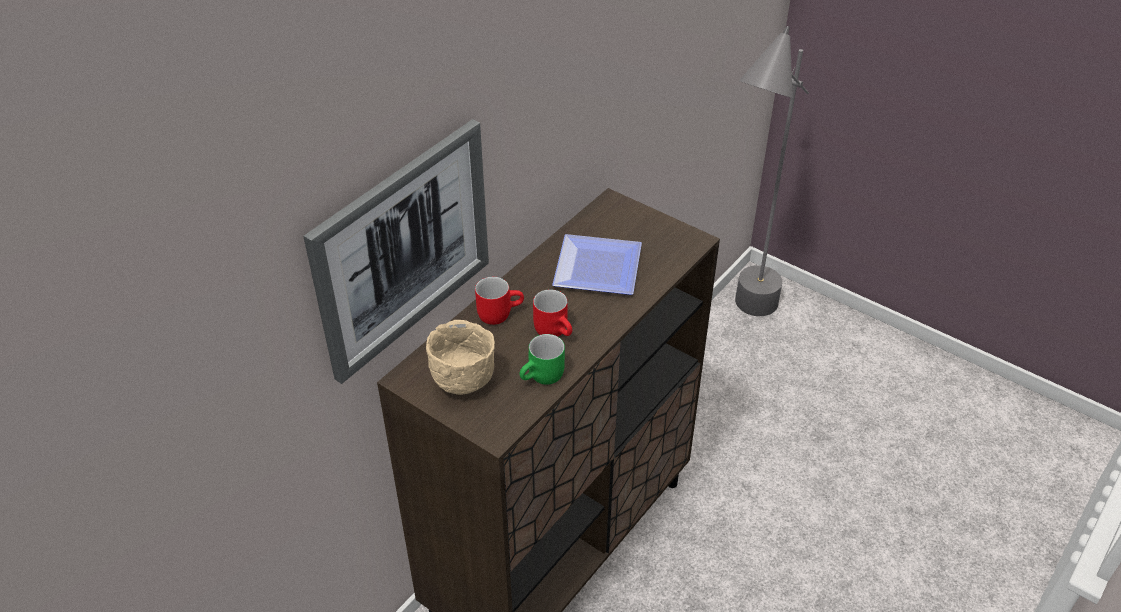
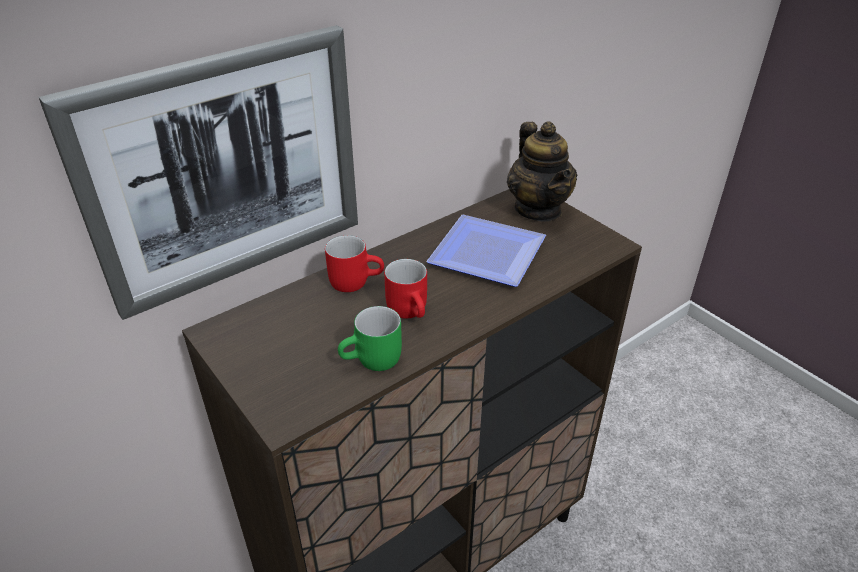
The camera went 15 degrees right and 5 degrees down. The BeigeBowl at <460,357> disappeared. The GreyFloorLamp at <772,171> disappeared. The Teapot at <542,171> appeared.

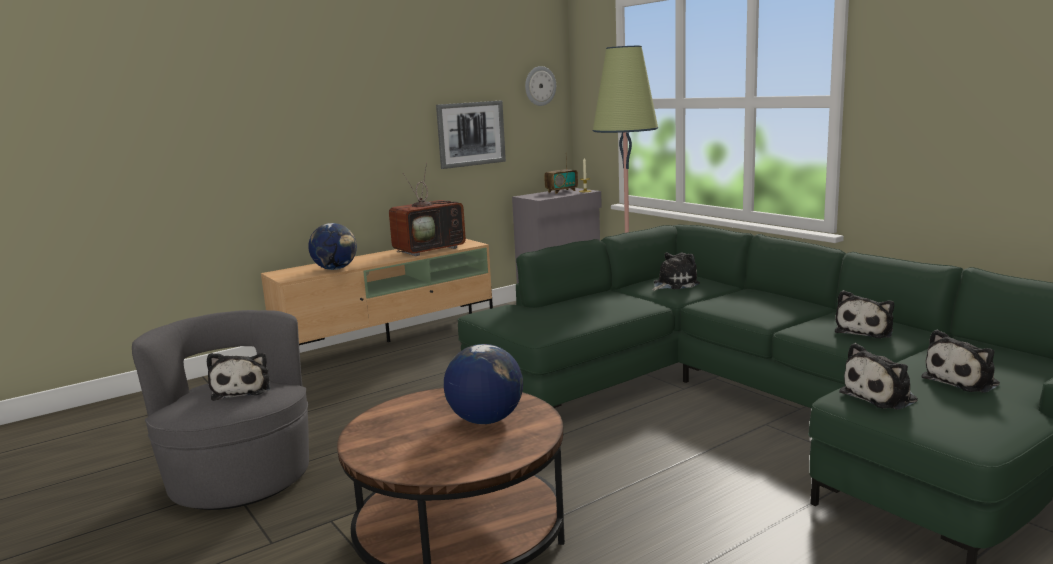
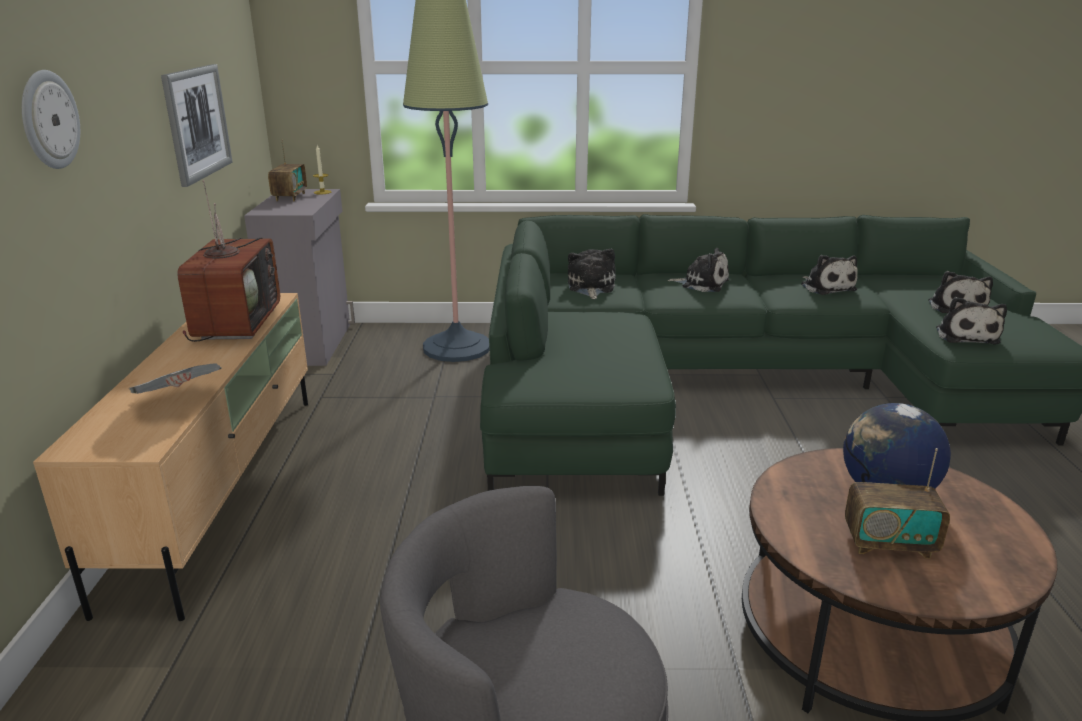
The camera went 55 degrees left and 10 degrees up. The PlushToy moved from <238,377> to <698,270>. The Globe at <332,246> was replaced by the Newspaper at <176,378>. The WallClock moved from <540,86> to <51,119>. The Radio at <897,503> appeared.

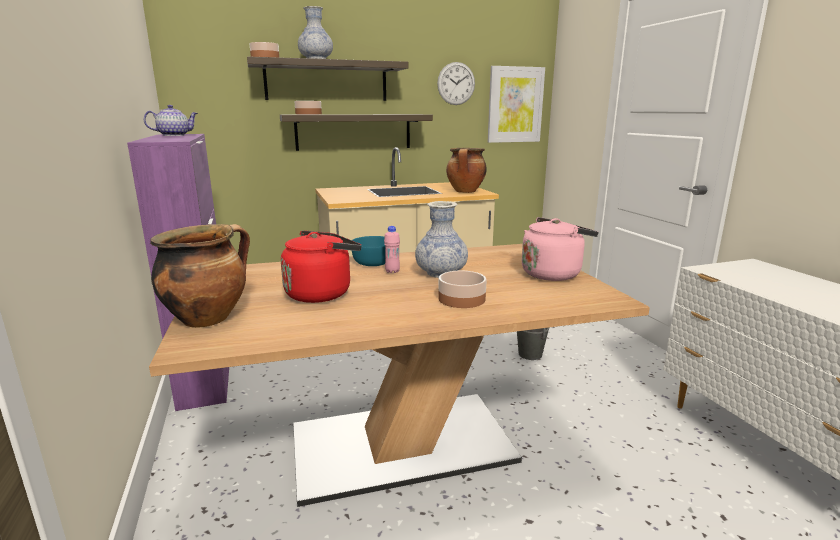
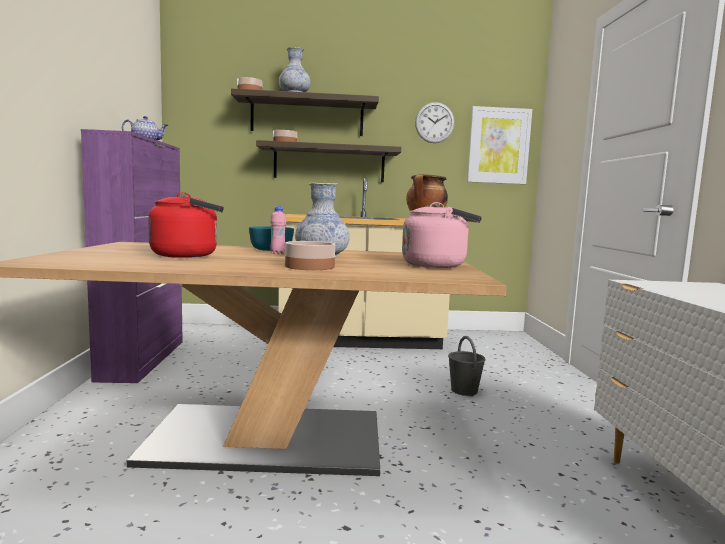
The camera went 15 degrees right and 10 degrees down. The CookingPot at <200,276> disappeared.

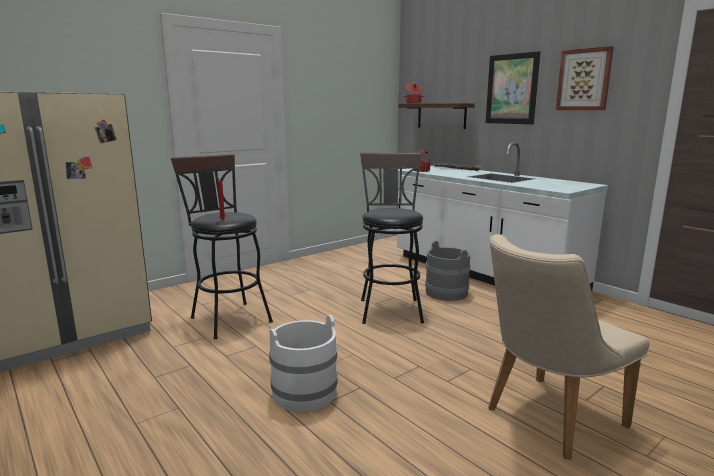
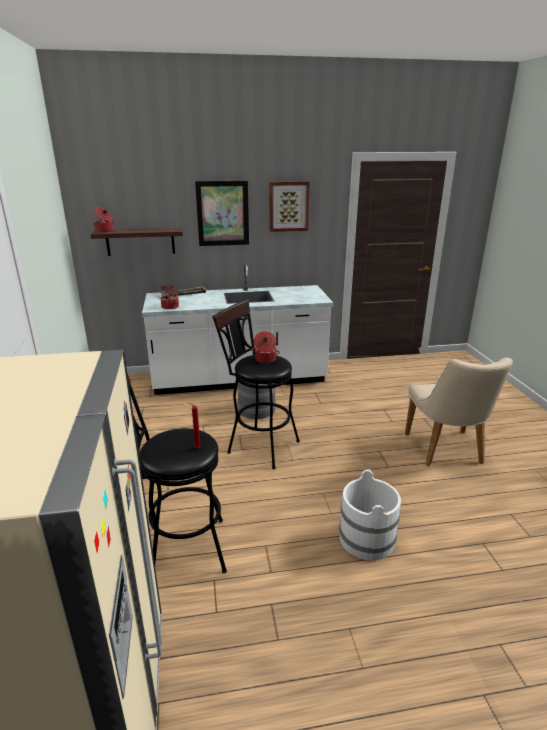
The camera went 60 degrees left and 10 degrees up. The CookingPot at <265,347> appeared.

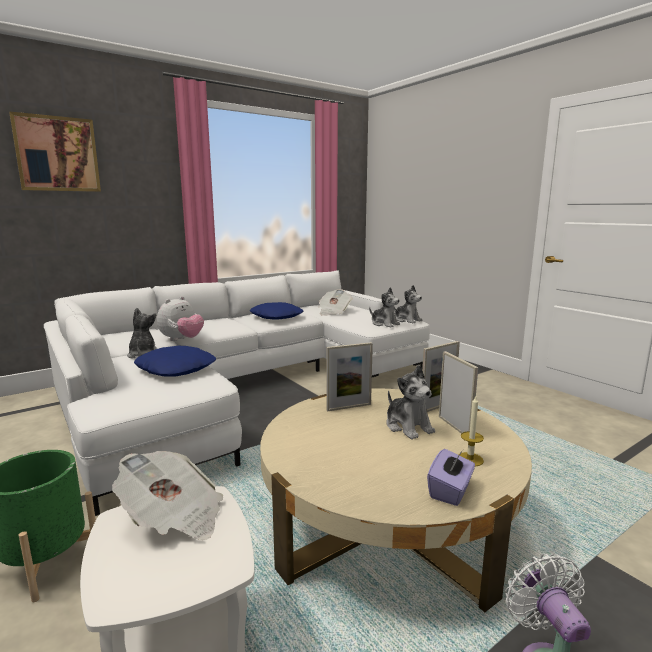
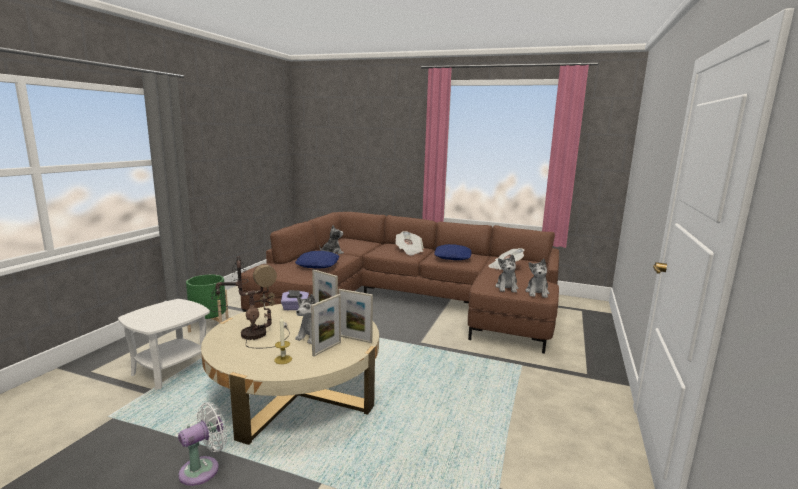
The camera went 55 degrees right and 0 degrees up. The Picture at <55,152> disappeared. The WhiteSofa at <237,393> became the BrownSofa at <400,283>. The Newspaper moved from <167,495> to <409,243>. The PlushToy at <180,318> disappeared. The PurpleTissueBox moved from <451,477> to <295,300>. The TableLamp at <250,302> appeared.

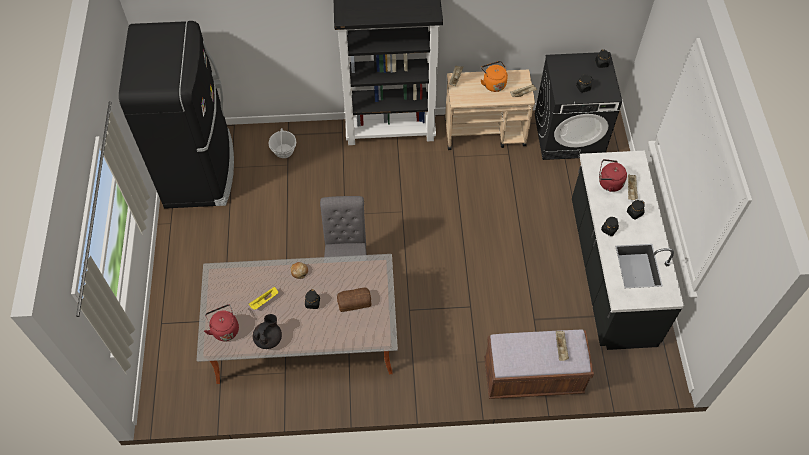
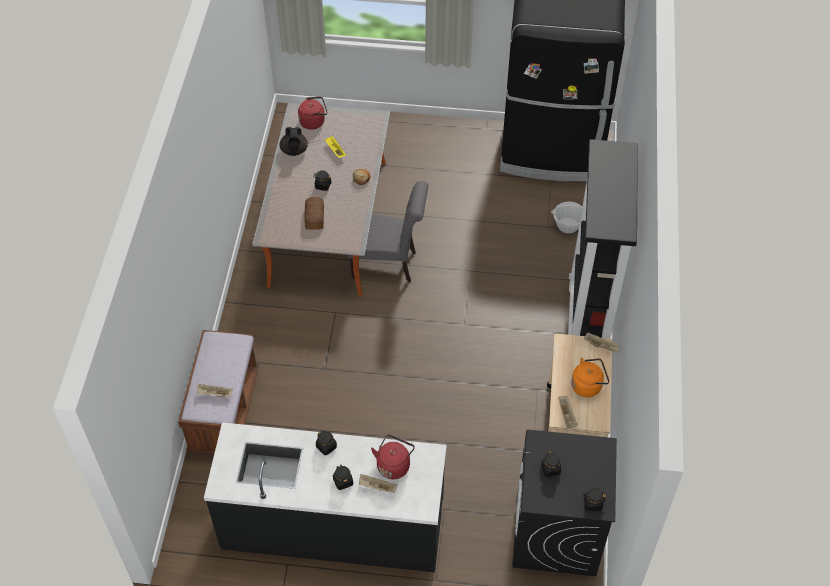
The camera went 100 degrees right and 5 degrees down. The BlackTeapot at <267,331> turned 45 degrees clockwise.

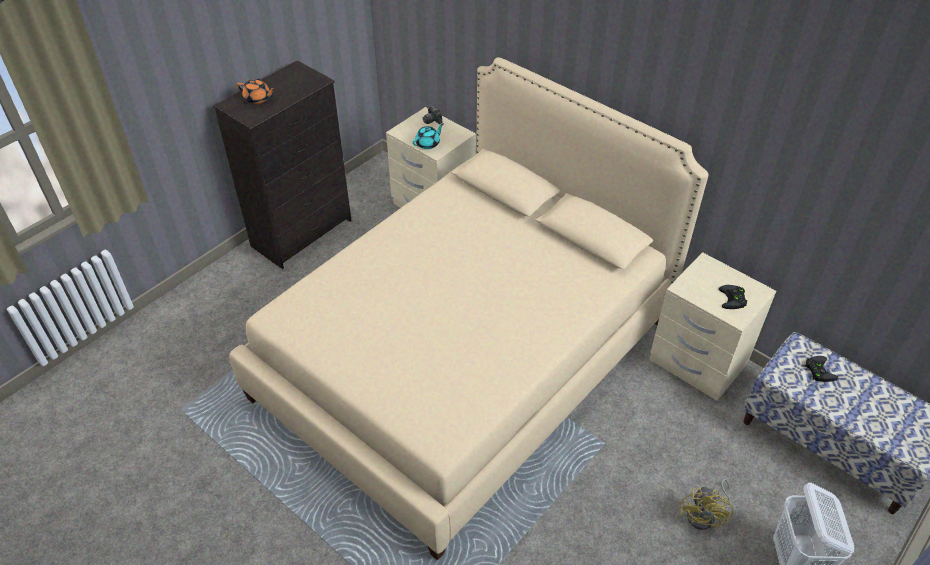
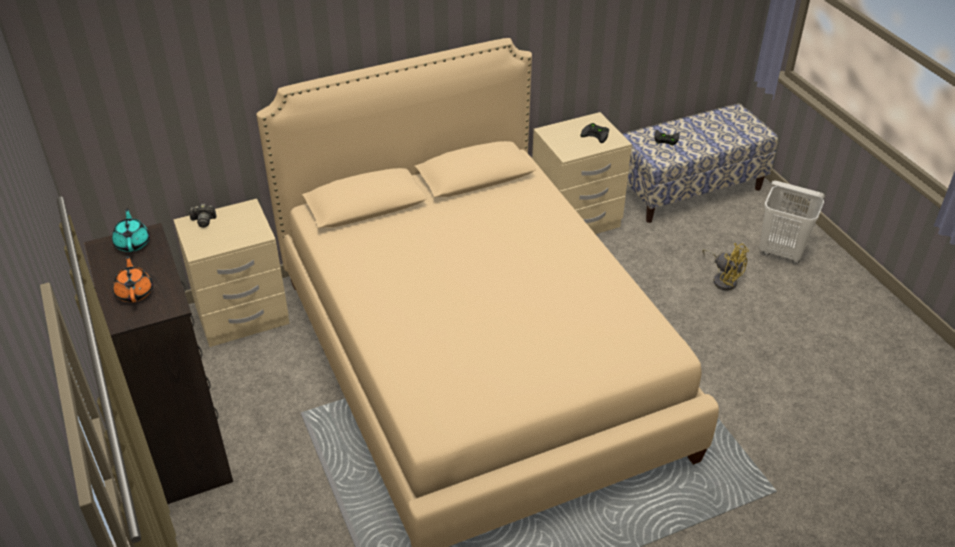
The camera went 65 degrees left and 5 degrees down. The OrangeTeapot at <256,91> turned 60 degrees counterclockwise. The TurquoiseTeapot moved from <428,136> to <131,230>.

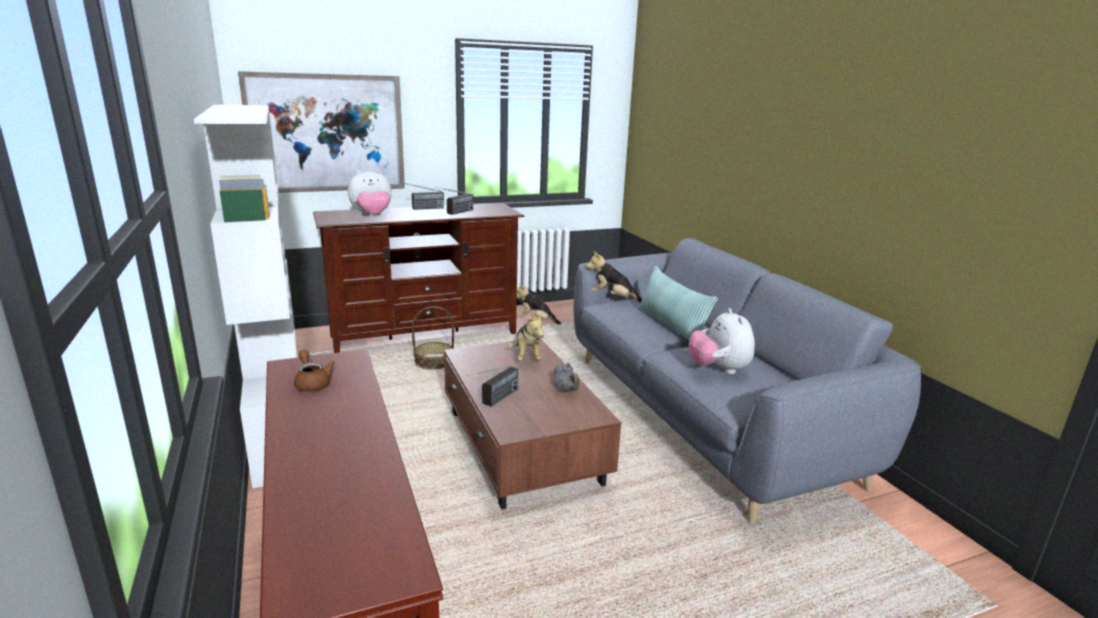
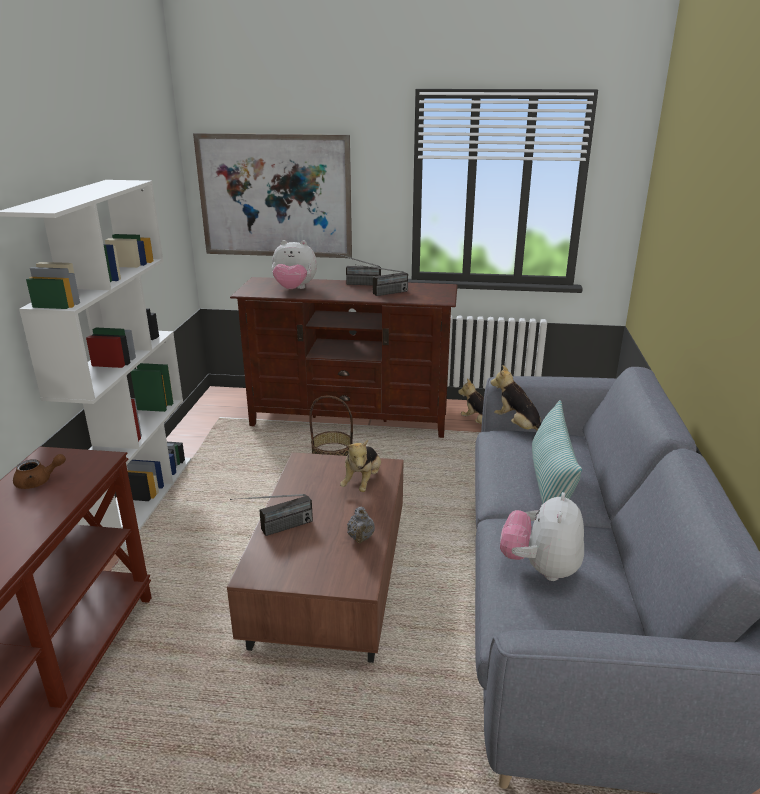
The camera went 30 degrees right and 5 degrees up. The BrownTeapot at <314,371> turned 75 degrees clockwise.

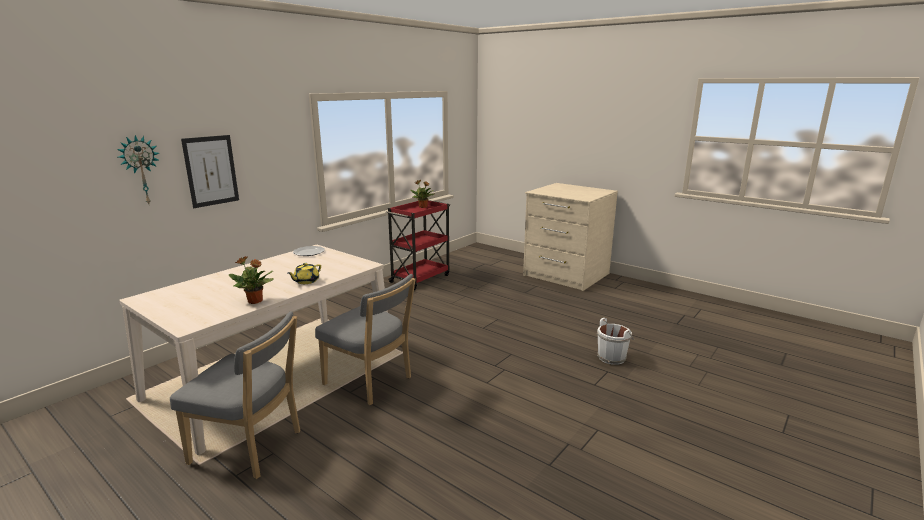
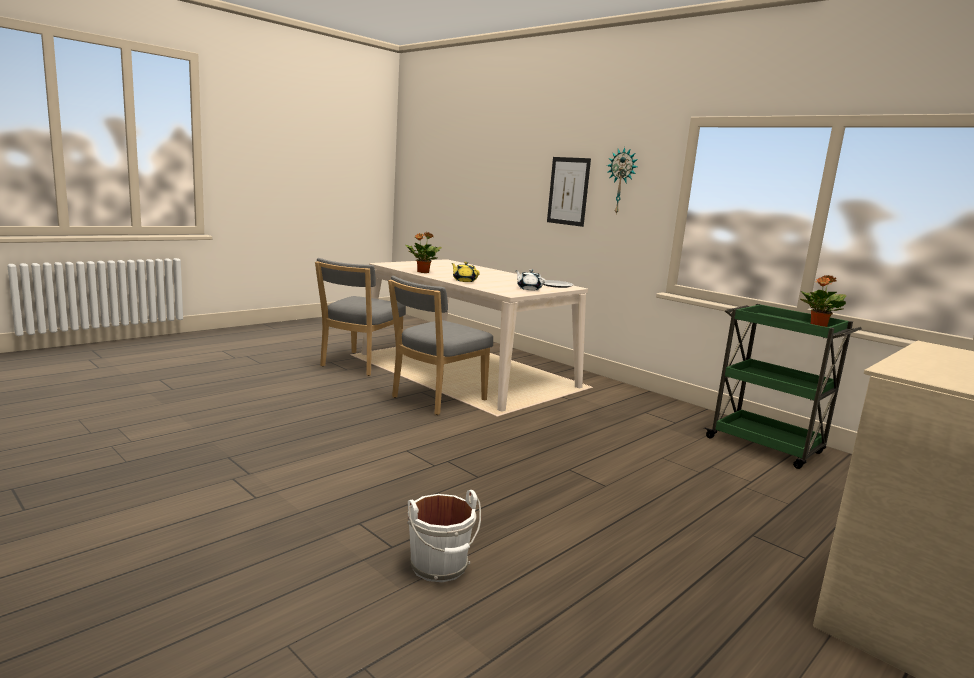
The camera went 95 degrees right and 5 degrees down. The WallClock moved from <138,169> to <622,180>. The RedCart at <418,245> became the GreenCart at <783,386>. The WhiteTeapot at <530,279> appeared.

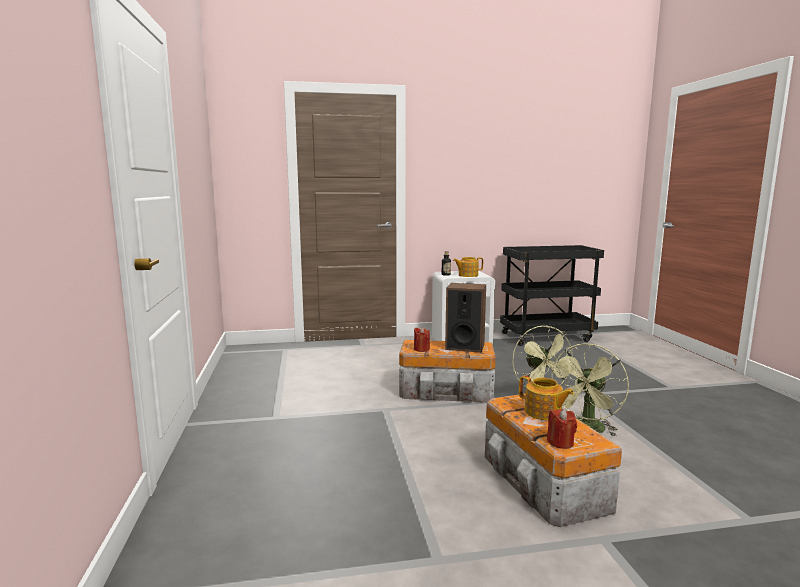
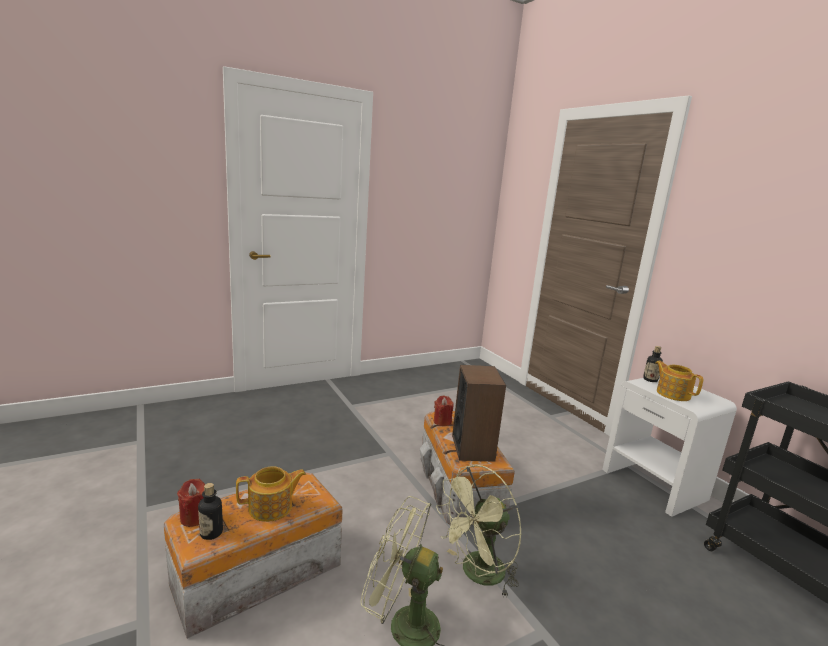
The camera went 70 degrees right and 5 degrees up. The Teapot at <546,397> turned 135 degrees counterclockwise. The Bottle at <210,511> appeared.

